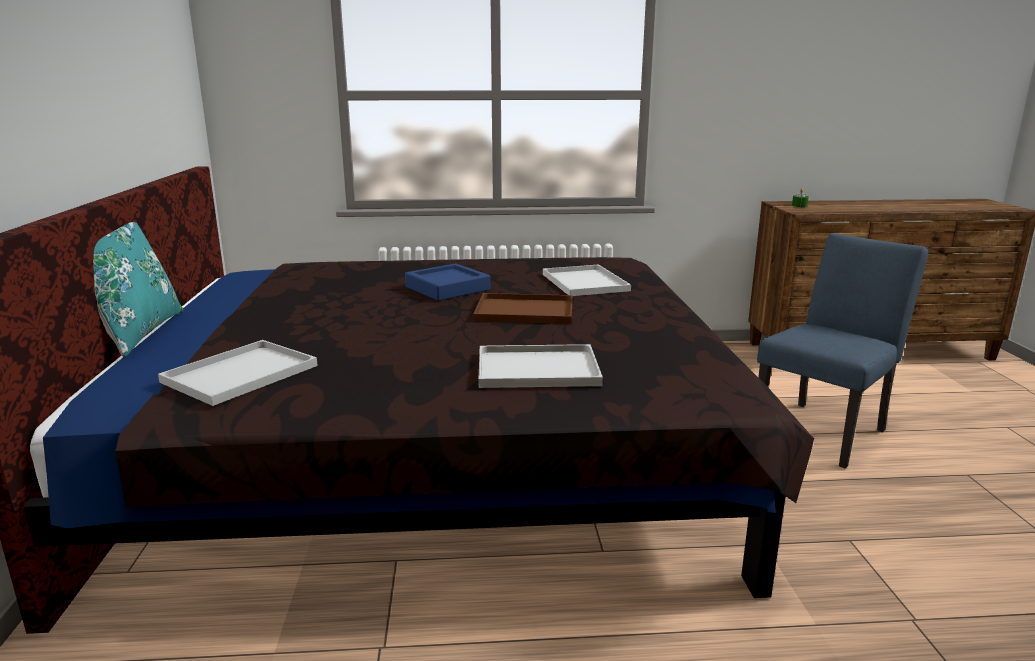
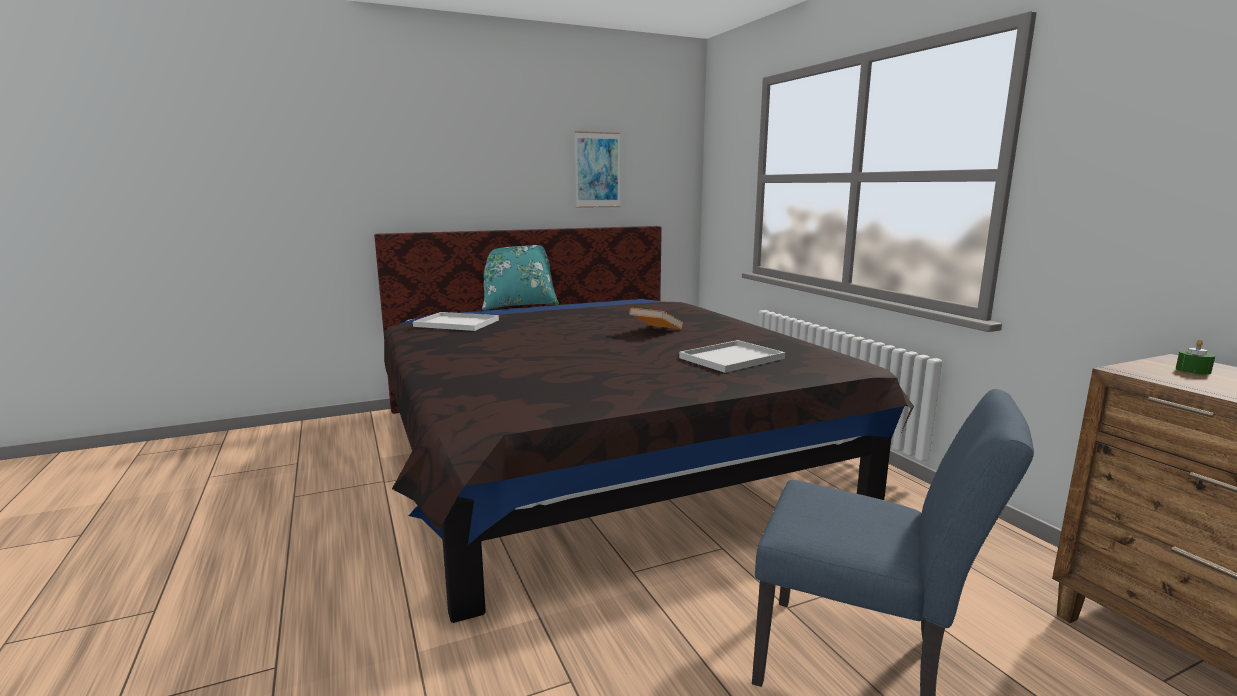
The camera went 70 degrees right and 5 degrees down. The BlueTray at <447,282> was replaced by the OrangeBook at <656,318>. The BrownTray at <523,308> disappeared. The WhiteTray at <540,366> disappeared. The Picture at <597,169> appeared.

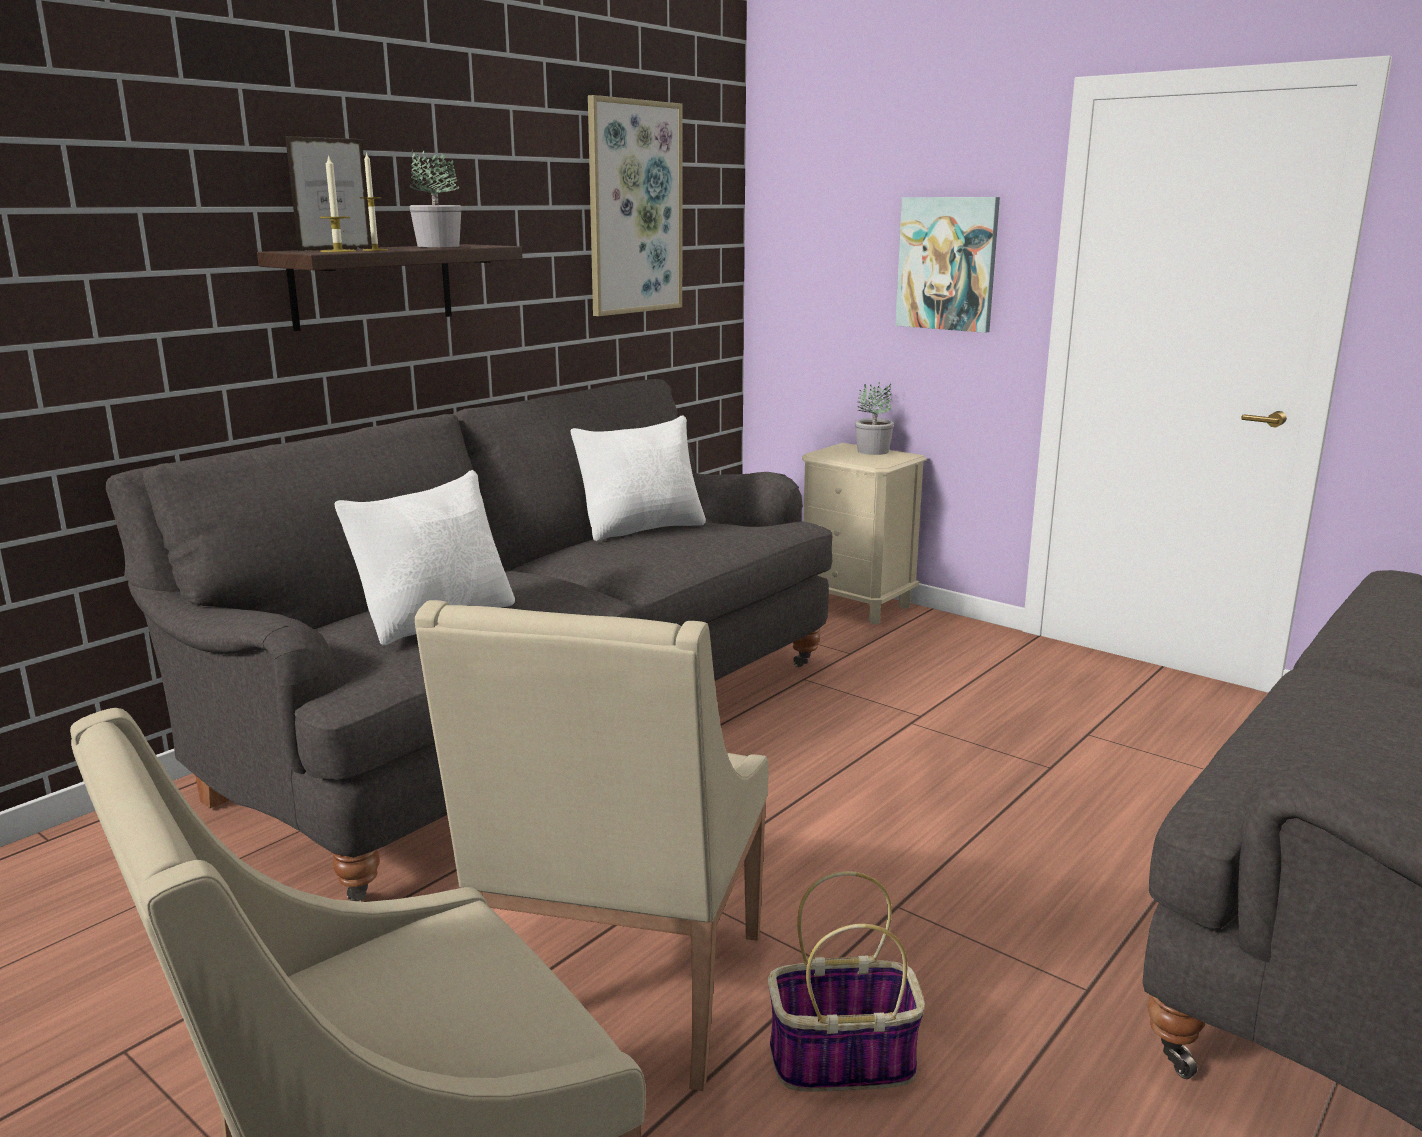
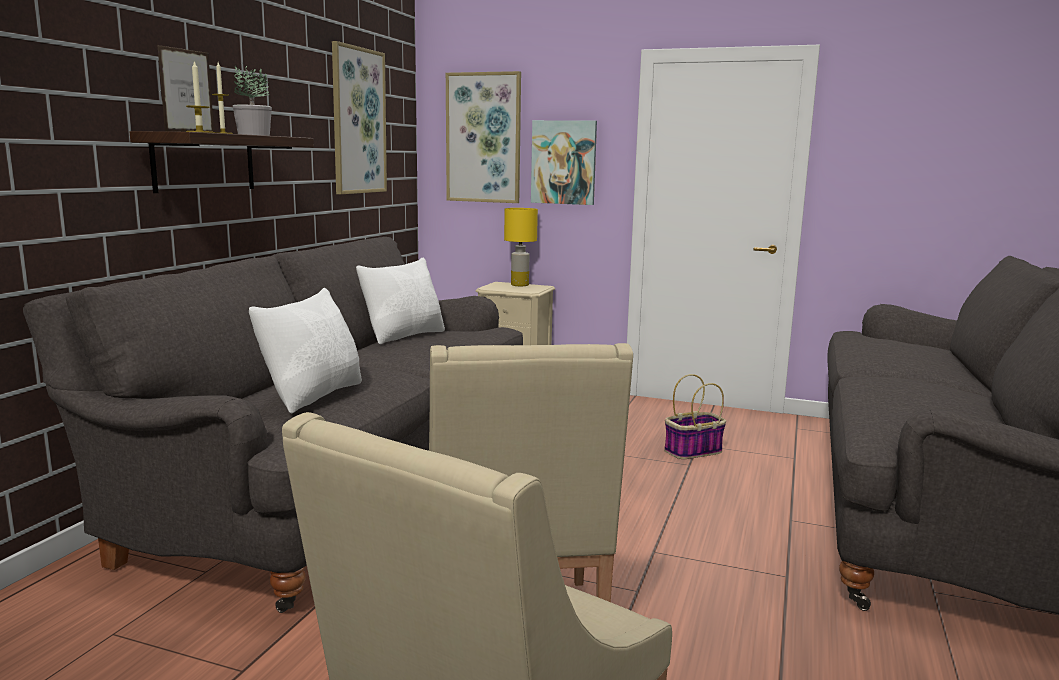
The camera went 20 degrees left and 5 degrees down. The Basket moved from <846,981> to <695,416>. The PottedPlant at <874,418> was replaced by the YellowTableLamp at <521,247>. The Picture at <483,137> appeared.

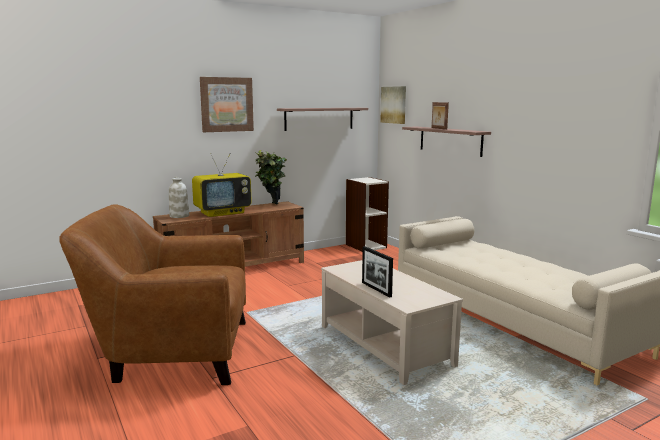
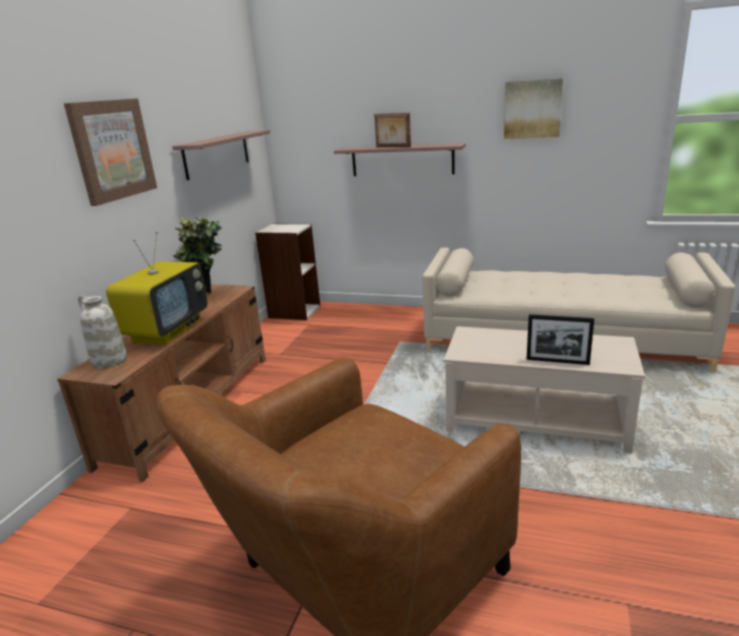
The camera went 40 degrees left and 10 degrees up. The Picture moved from <393,105> to <533,108>.

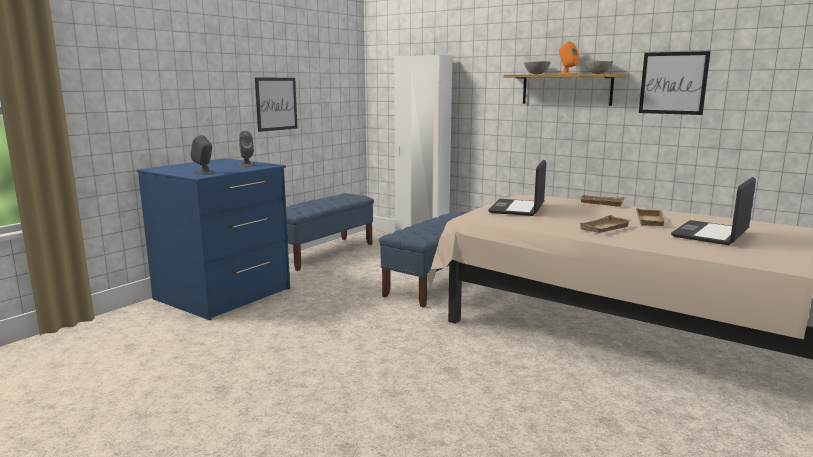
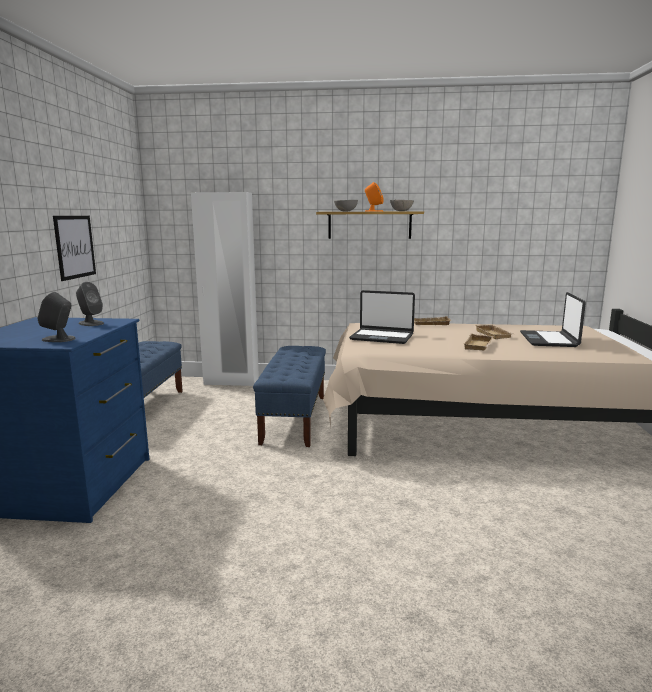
The camera went 30 degrees left and 0 degrees up. The Laptop at <517,188> turned 60 degrees counterclockwise. The Picture at <675,83> disappeared.

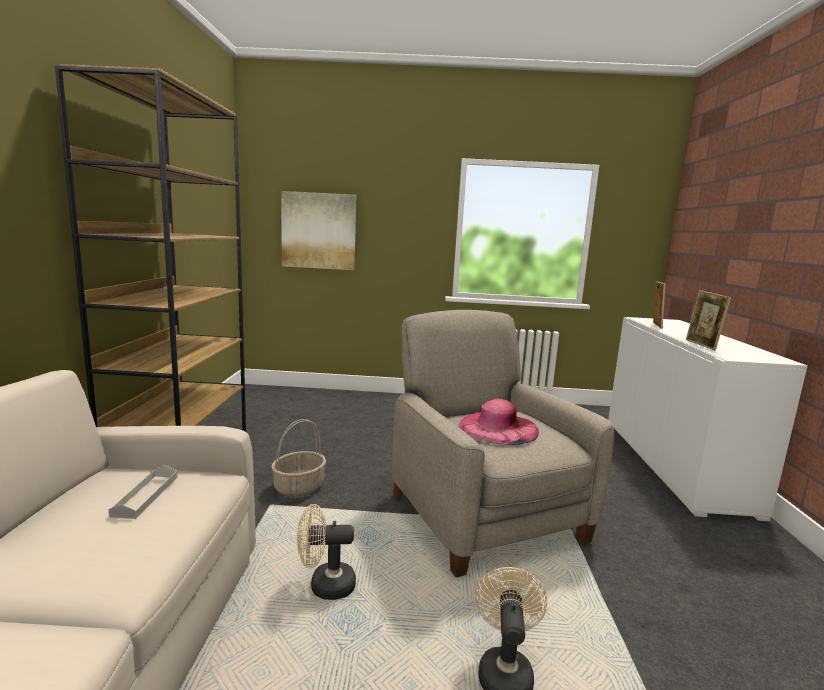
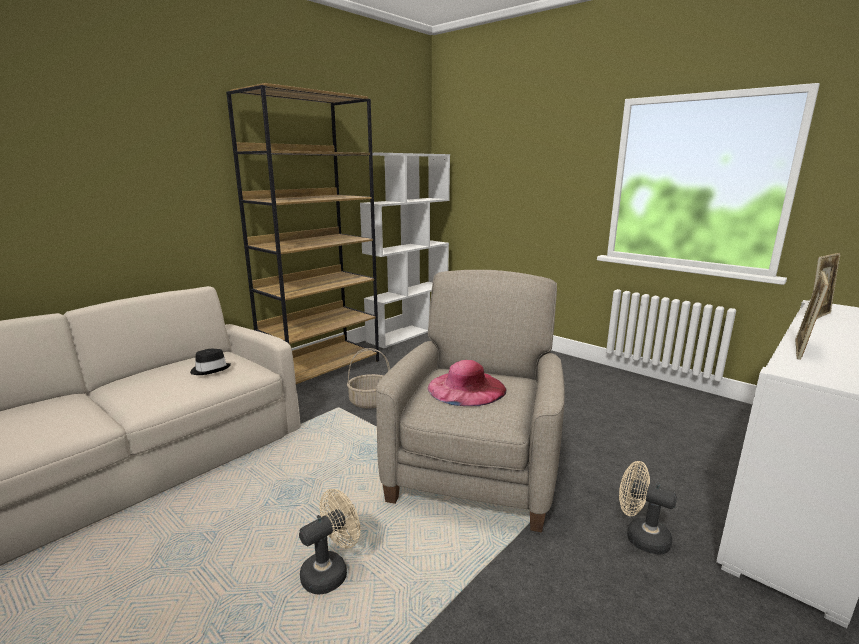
The camera went 40 degrees right and 5 degrees up. The GreyTray at <143,492> was replaced by the BlackHat at <210,362>. The Picture at <318,230> disappeared. The BeigeFan moved from <326,552> to <648,508>. The WhiteBookcase at <405,250> appeared.

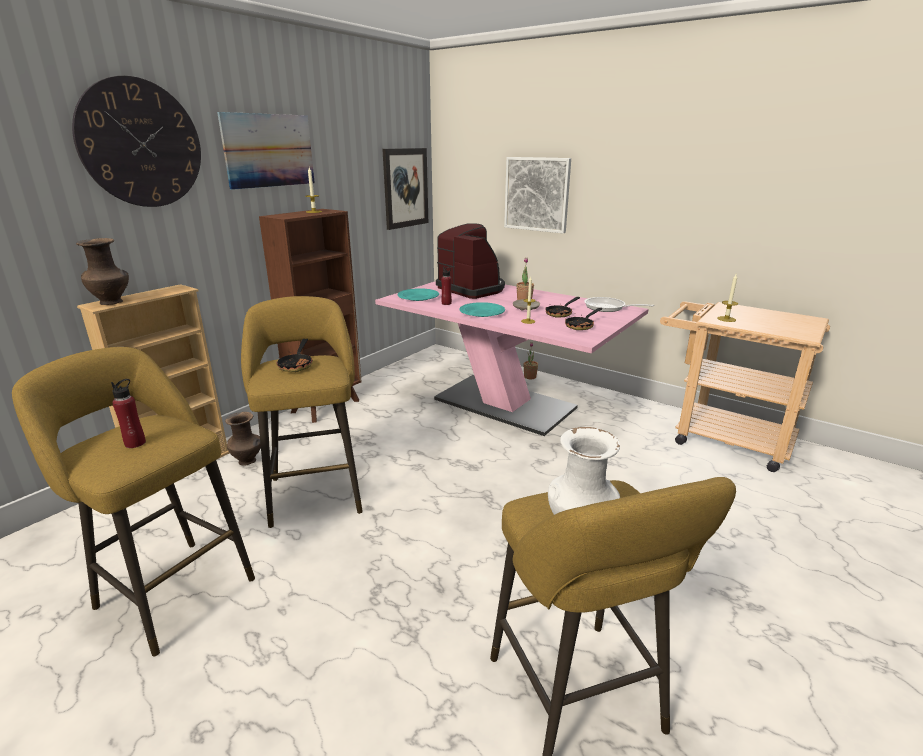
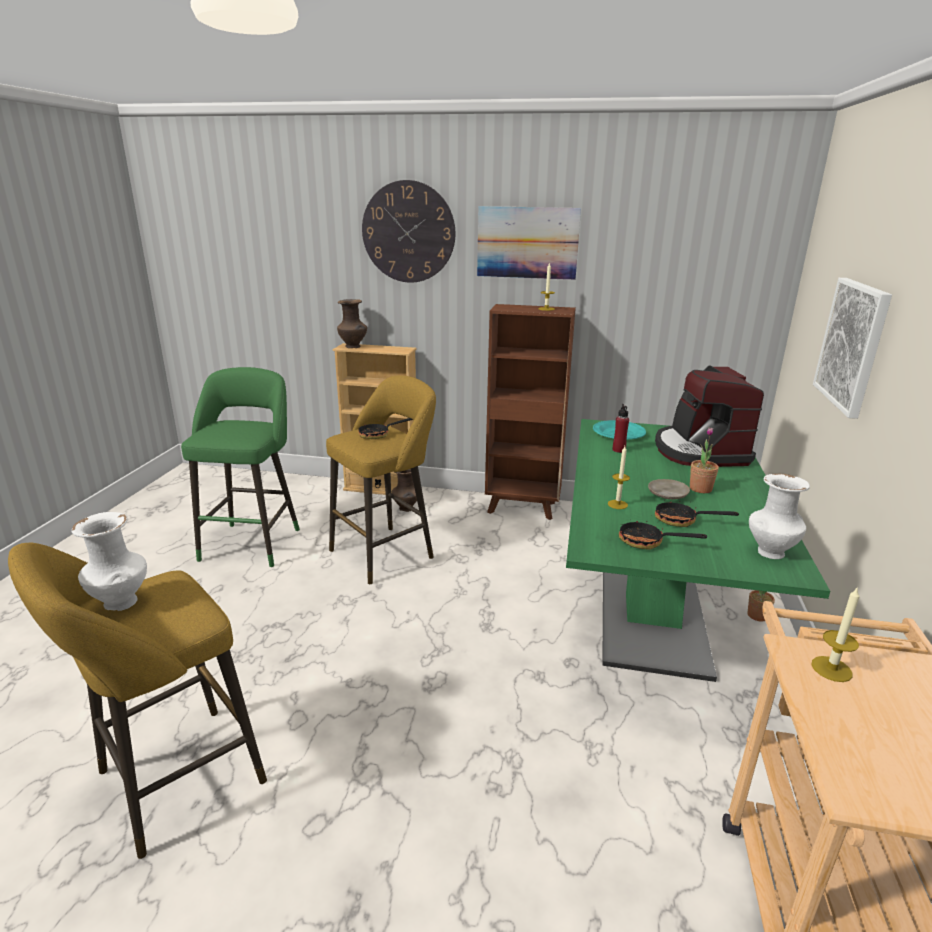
The camera went 65 degrees right and 0 degrees up. The YellowStool at <133,501> became the GreenStool at <240,467>. The RedBottle at <128,413> disappeared. The PinkDiningTable at <511,358> became the GreenDiningTable at <698,550>. The Picture at <405,189> disappeared. The CoffeeMachine at <470,261> turned 150 degrees clockwise. The TurquoisePlate at <482,309> disappeared. The FryingPan at <619,304> was replaced by the WhiteVase at <779,516>.

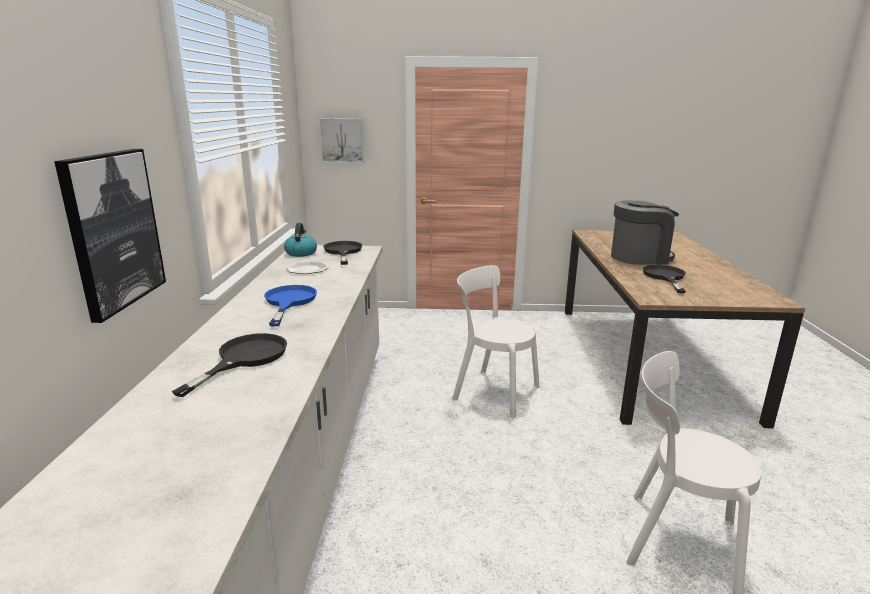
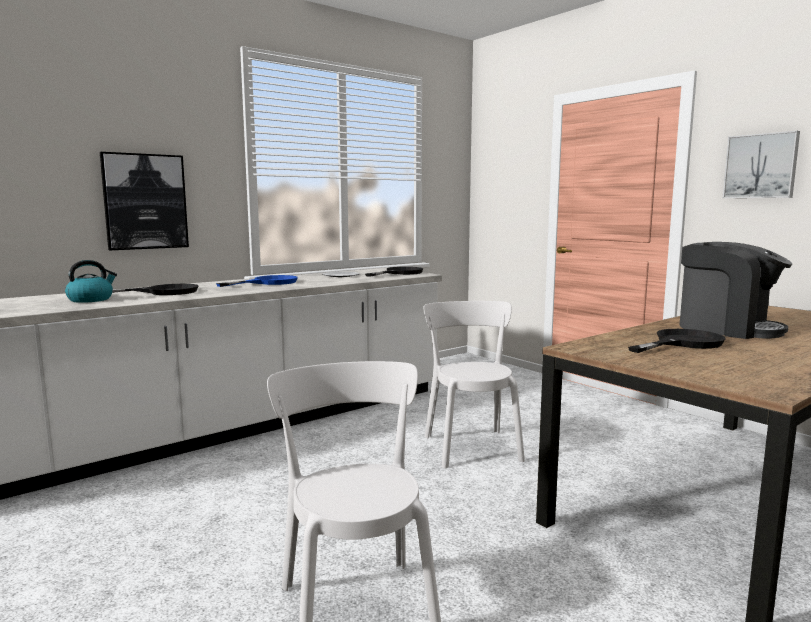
The camera went 50 degrees right and 10 degrees down. The Kettle moved from <300,240> to <91,281>. The Picture moved from <341,140> to <761,164>.

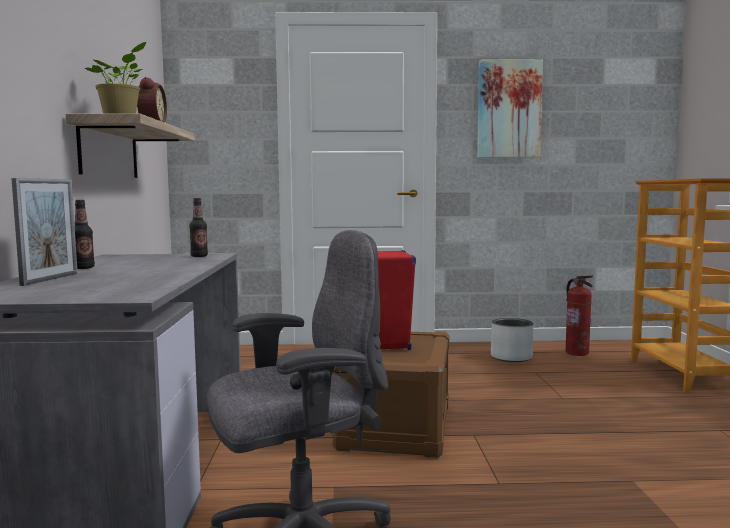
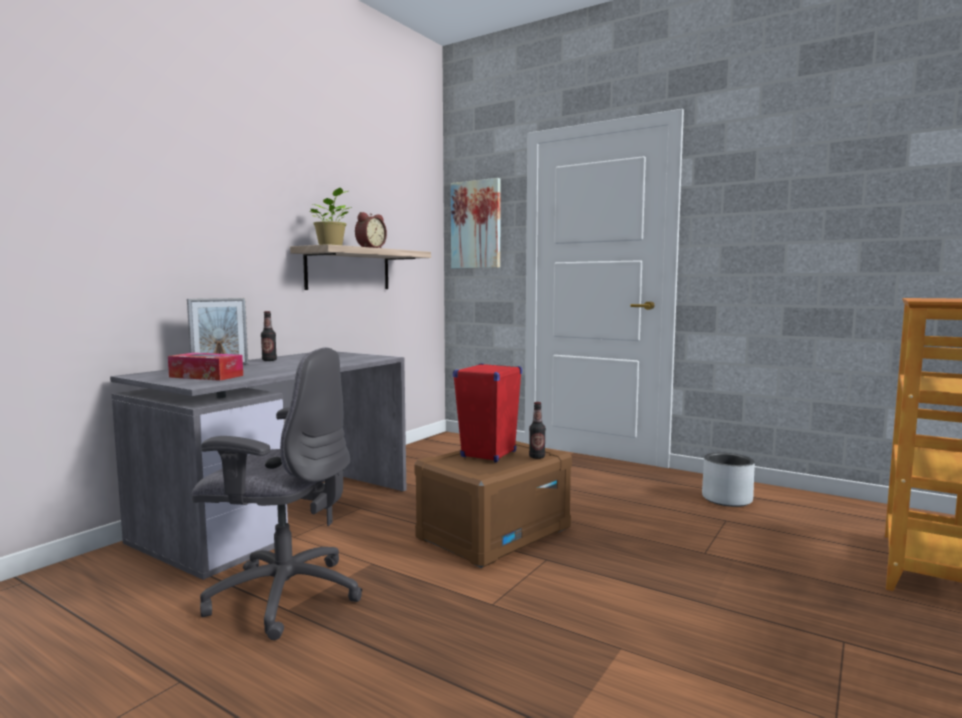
The camera went 35 degrees right and 0 degrees up. The Bottle moved from <198,227> to <537,430>. The Picture moved from <510,109> to <476,223>. The FireExtinguisher at <579,316> disappeared. The TissueBox at <205,367> appeared.

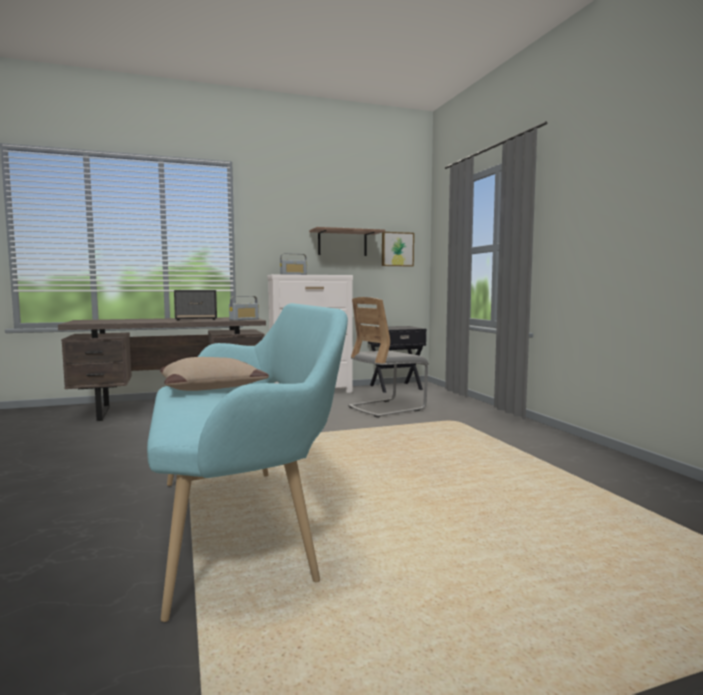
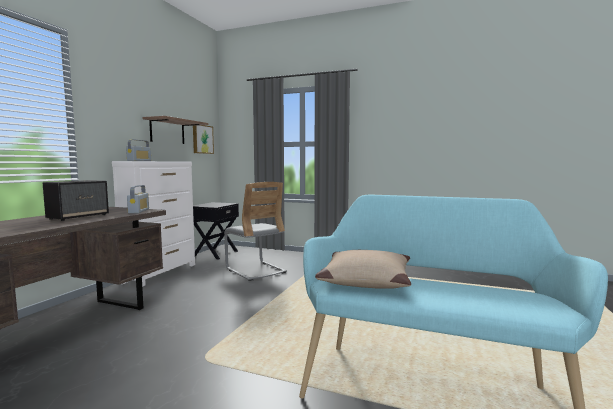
The camera went 50 degrees left and 0 degrees up. The GreyChair at <388,357> turned 45 degrees counterclockwise.

